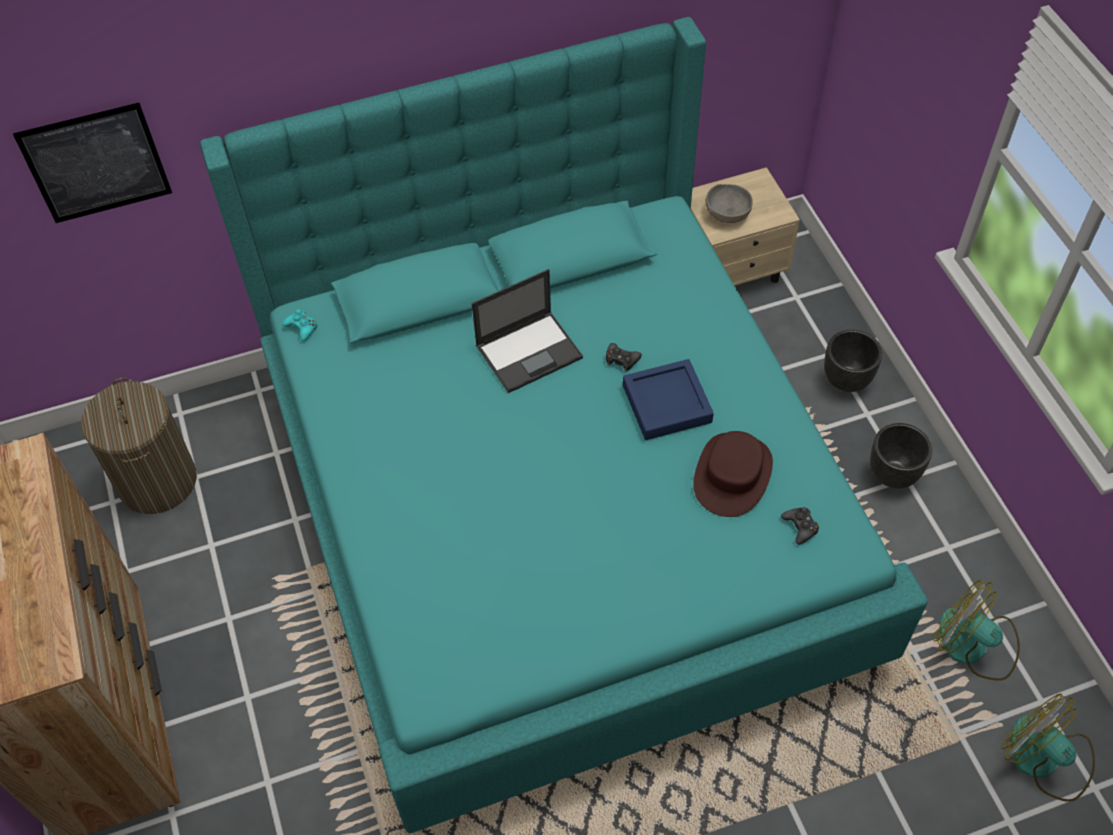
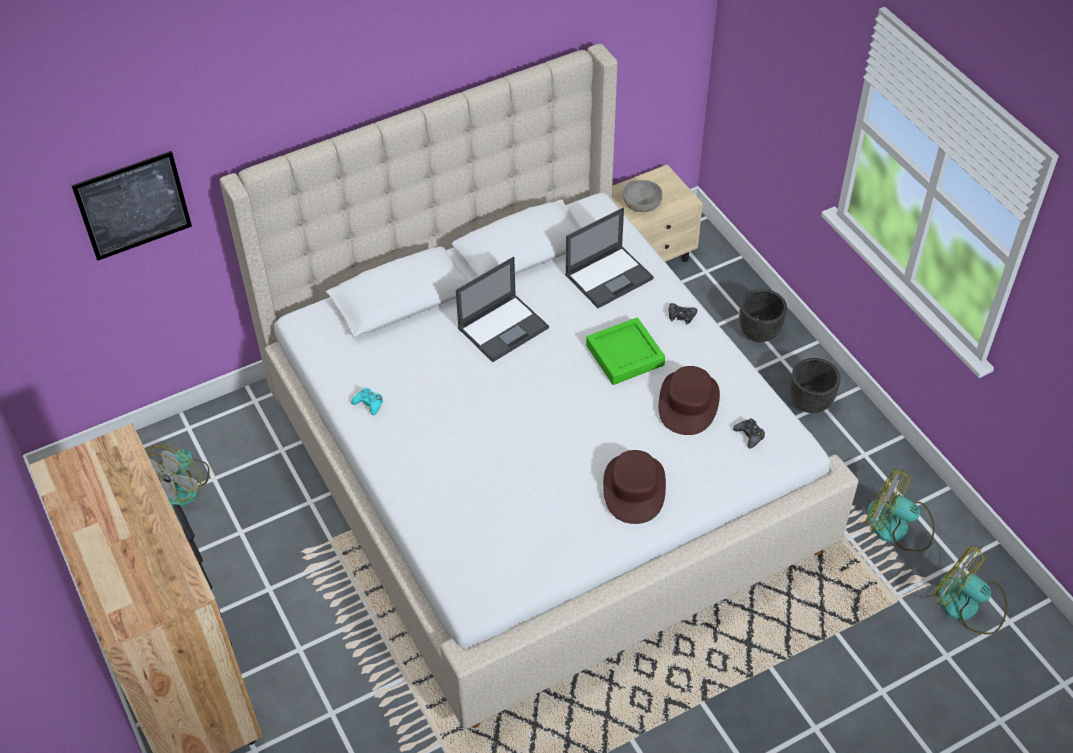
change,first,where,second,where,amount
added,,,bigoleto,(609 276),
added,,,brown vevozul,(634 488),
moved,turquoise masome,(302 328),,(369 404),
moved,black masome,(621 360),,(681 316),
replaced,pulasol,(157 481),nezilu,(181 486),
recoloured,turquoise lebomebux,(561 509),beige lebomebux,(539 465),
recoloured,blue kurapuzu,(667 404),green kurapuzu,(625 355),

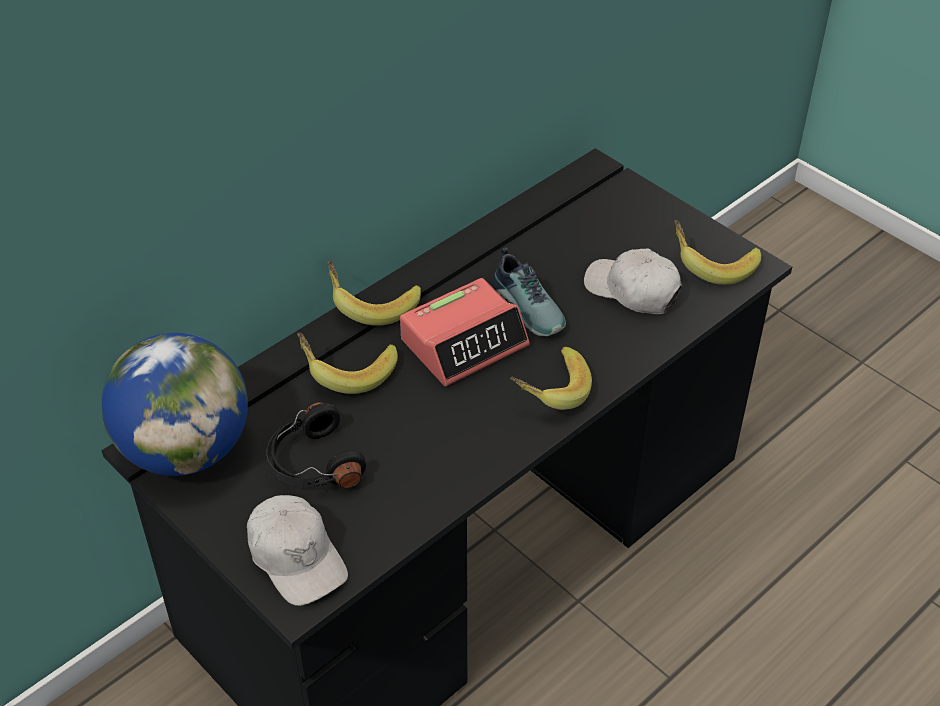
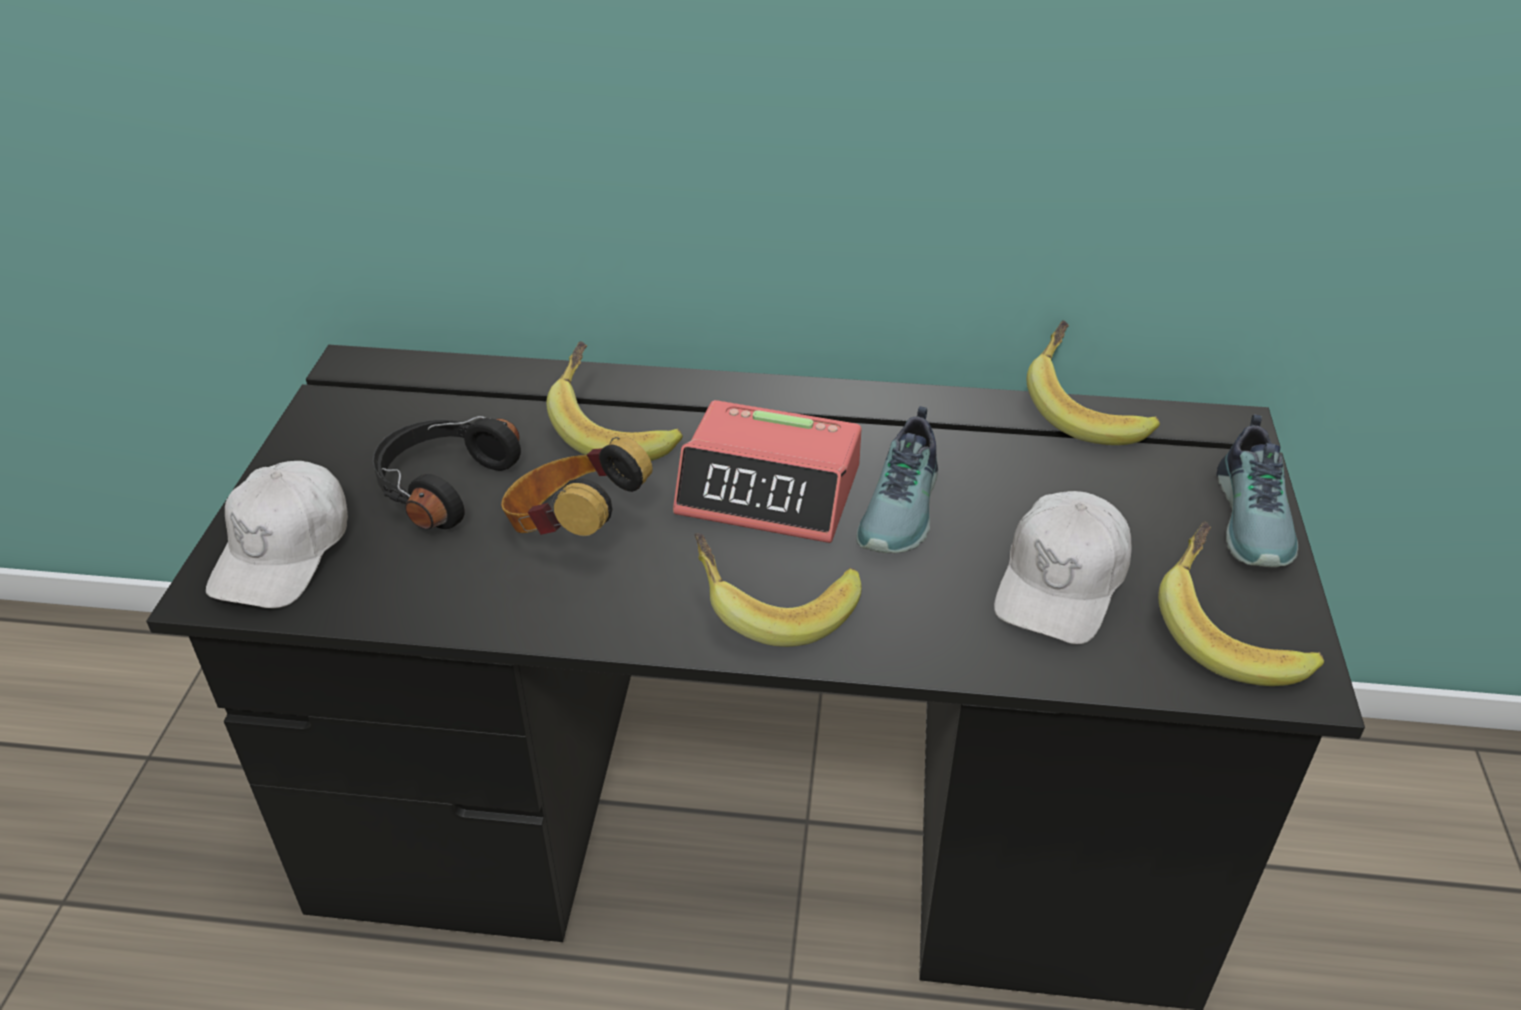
change,first,where,second,where,amount
removed,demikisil,(185 450),,,
added,,,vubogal,(573 529),
added,,,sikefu,(1256 519),
moved,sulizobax,(372 304),,(1086 411),
turned,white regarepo,(632 290),,(1061 583),150 degrees counterclockwise

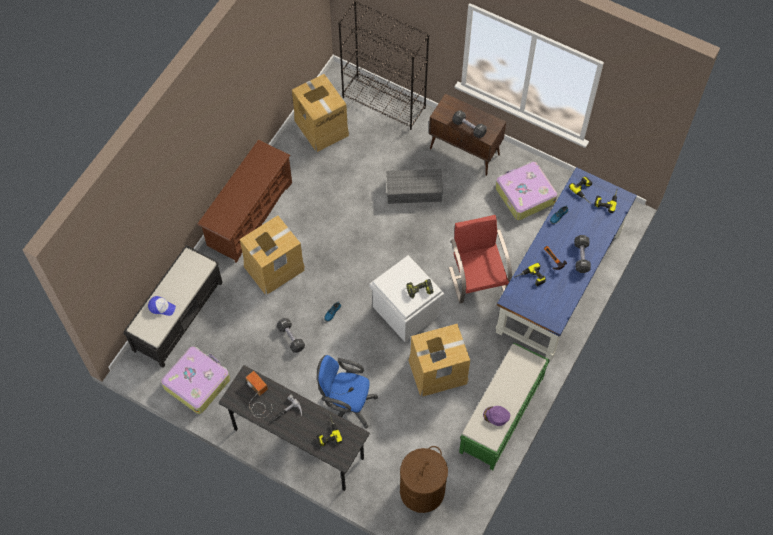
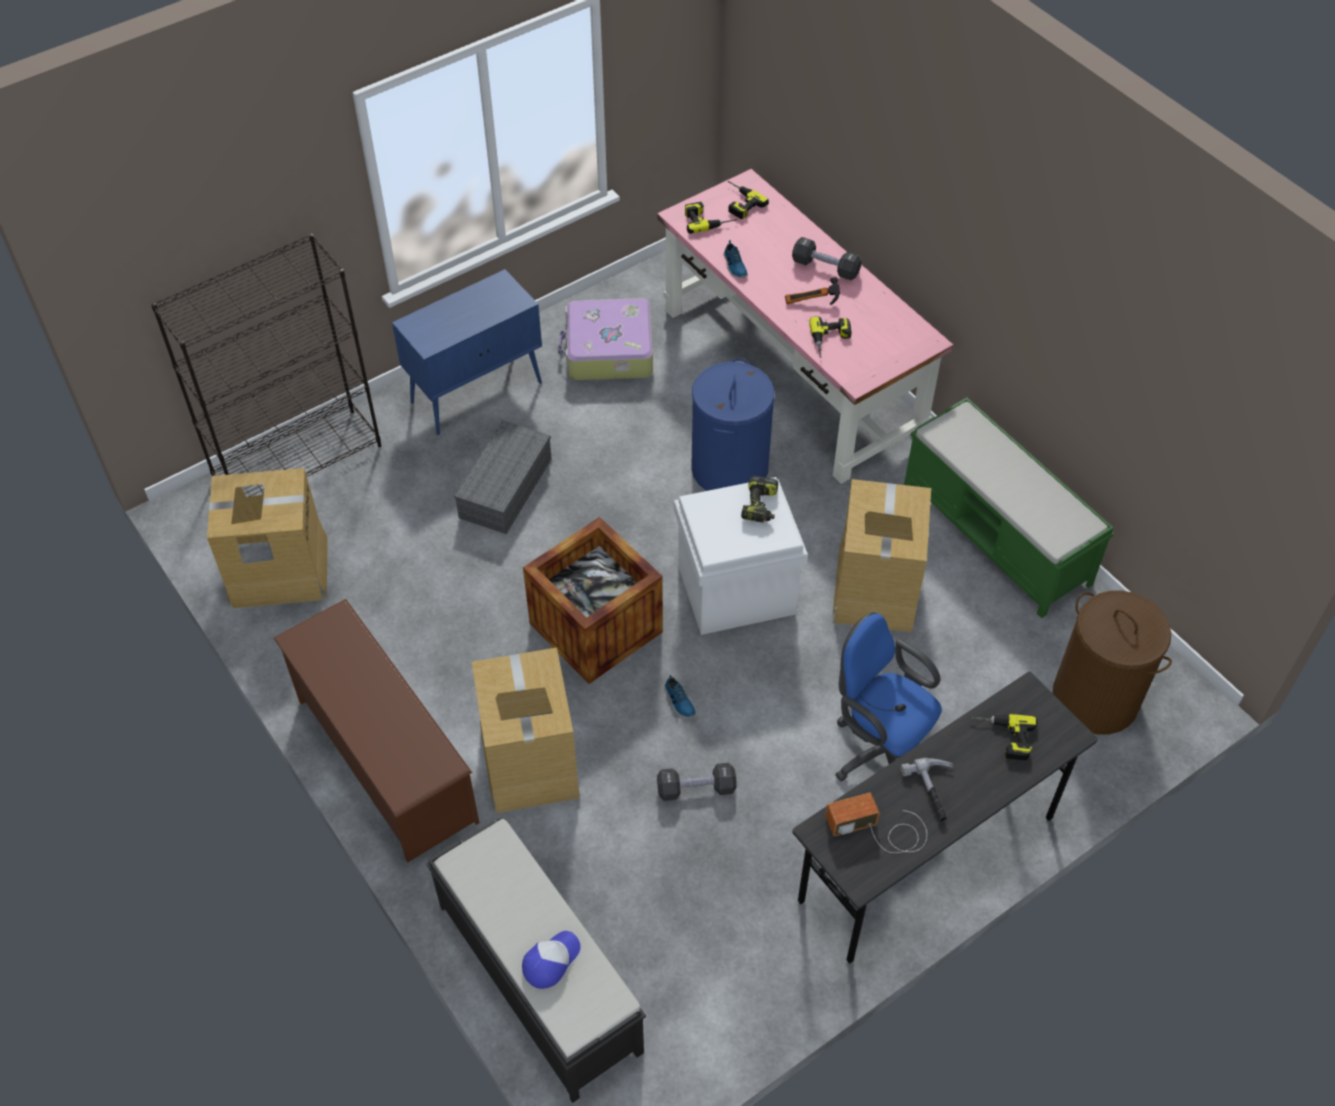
change,first,where,second,where,amount
removed,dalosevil,(197 382),,,
removed,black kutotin,(469 127),,,
removed,purple regarepo,(496 416),,,
added,,,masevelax,(596 627),
replaced,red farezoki,(478 279),blue pulasol,(729 468),
recoloured,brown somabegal,(465 152),blue somabegal,(477 392),
recoloured,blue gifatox,(559 282),pink gifatox,(793 371),
turned,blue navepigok,(346 405),,(879 750),90 degrees clockwise

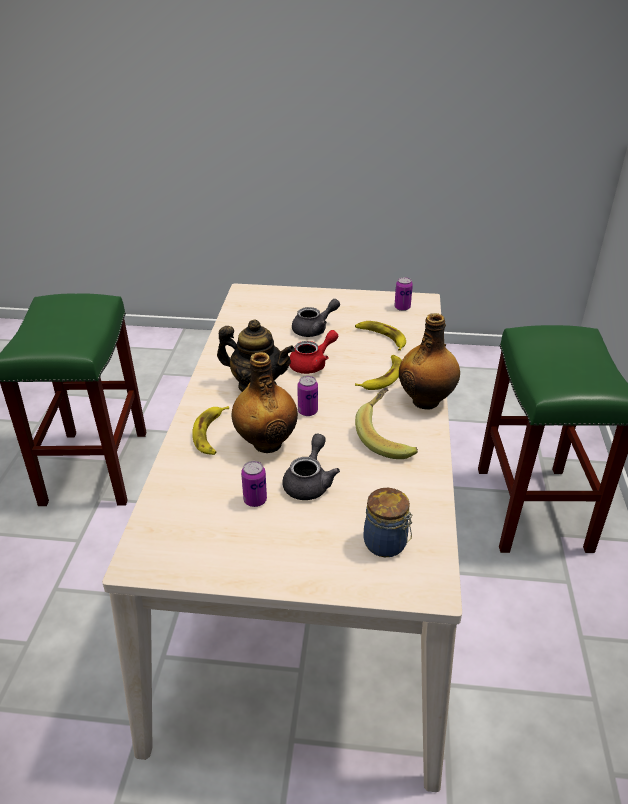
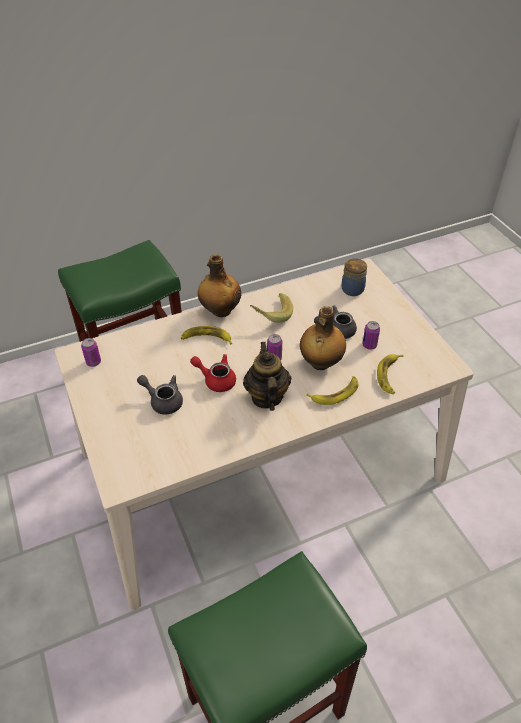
change,first,where,second,where,amount
moved,sulizobax,(381 338),,(389 375),

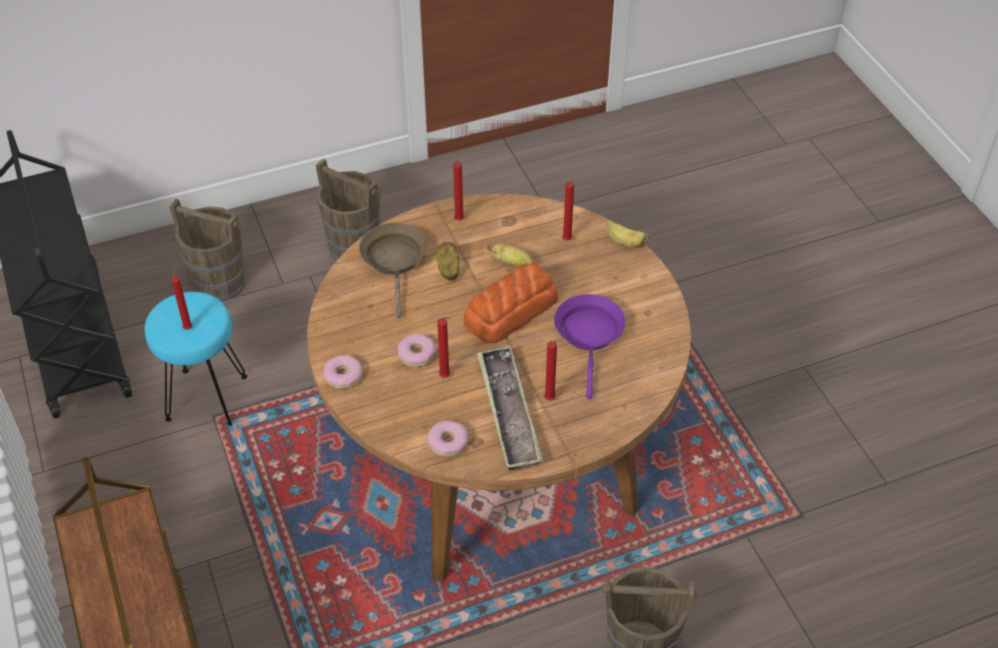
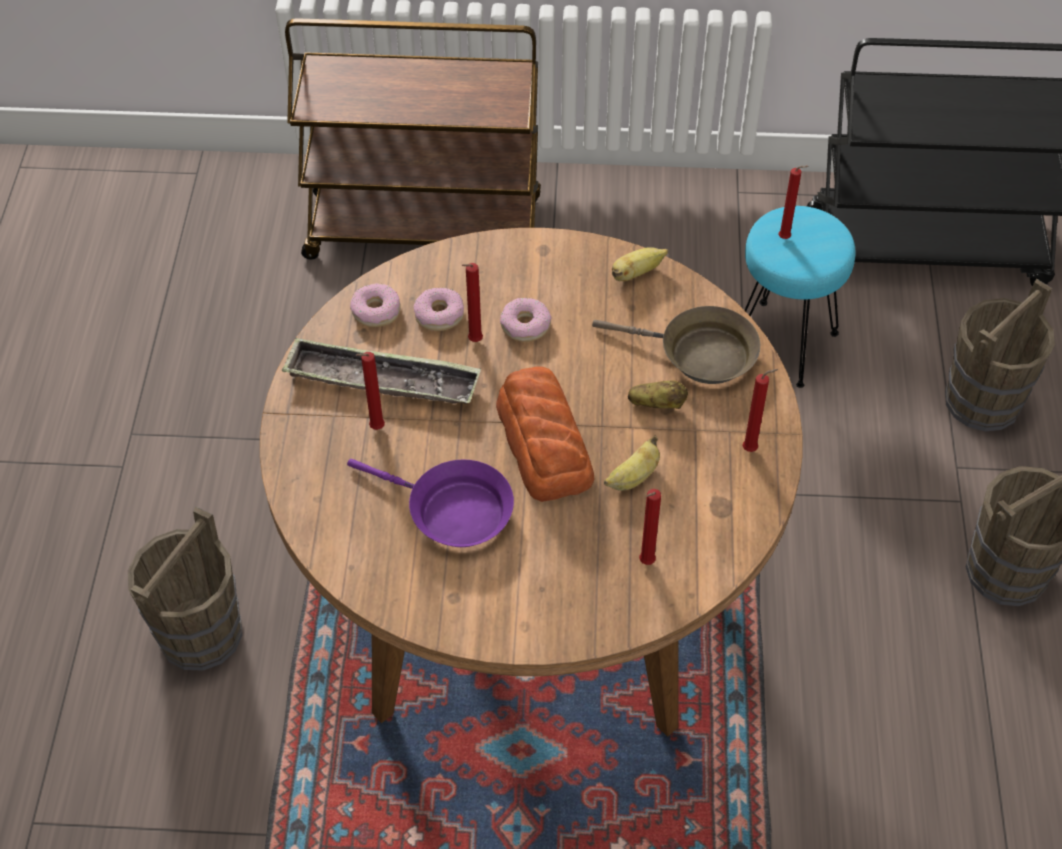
change,first,where,second,where,amount
moved,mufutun,(343 376),,(439 315),
moved,sulizobax,(624 243),,(636 273),

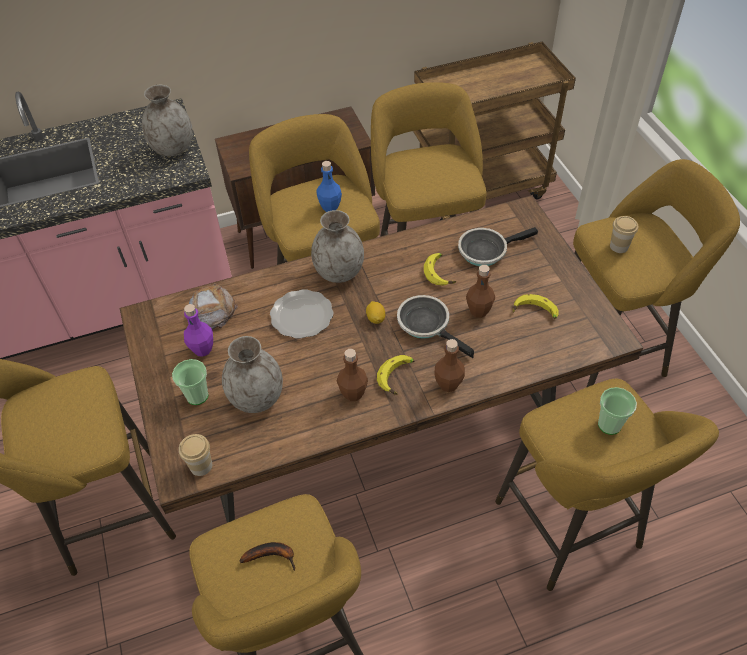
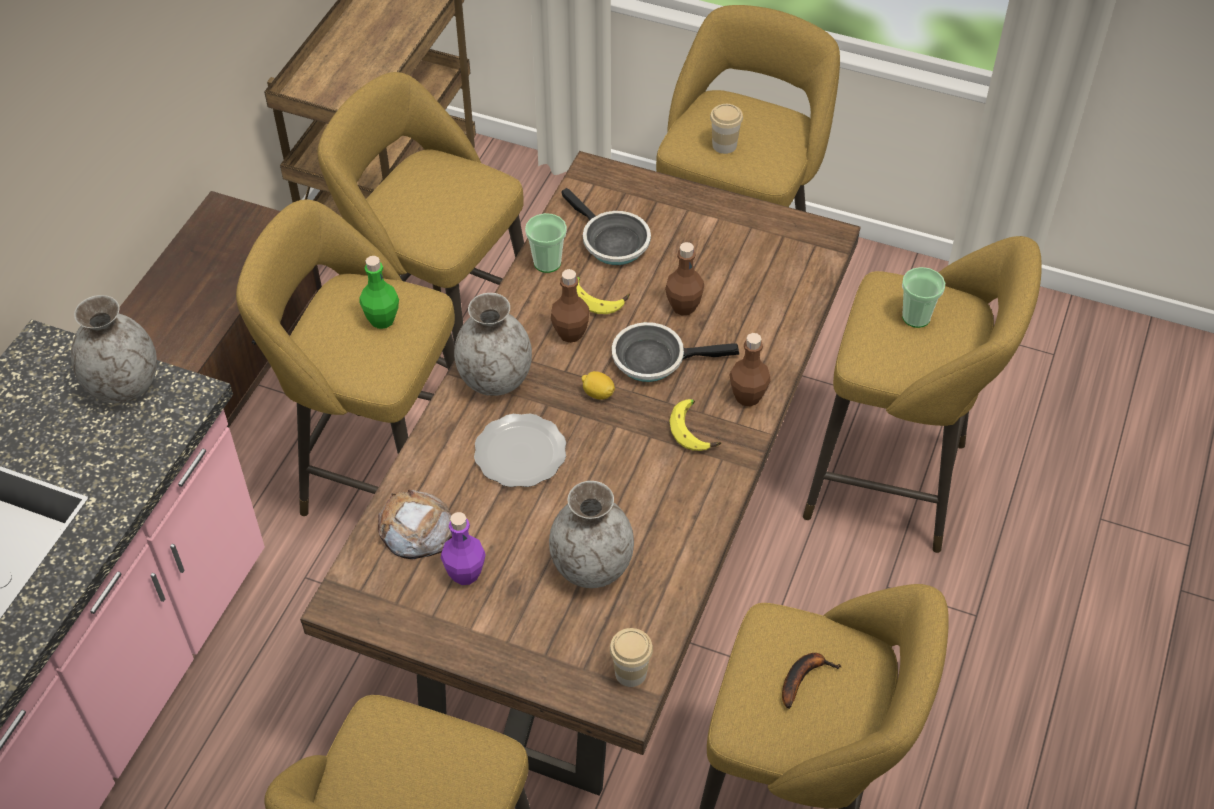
change,first,where,second,where,amount
removed,sulizobax,(534 313),,,
moved,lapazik,(197 396),,(547 263),
moved,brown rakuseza,(353 393),,(570 333),
recoloured,blue rakuseza,(330 207),green rakuseza,(382 320),
turned,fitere,(486 250),,(611 242),60 degrees counterclockwise

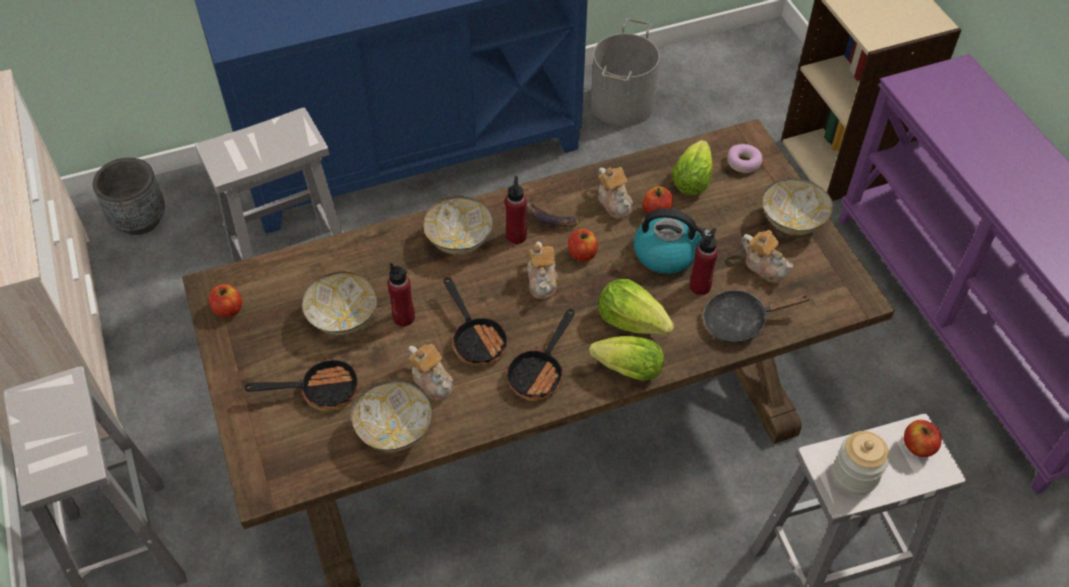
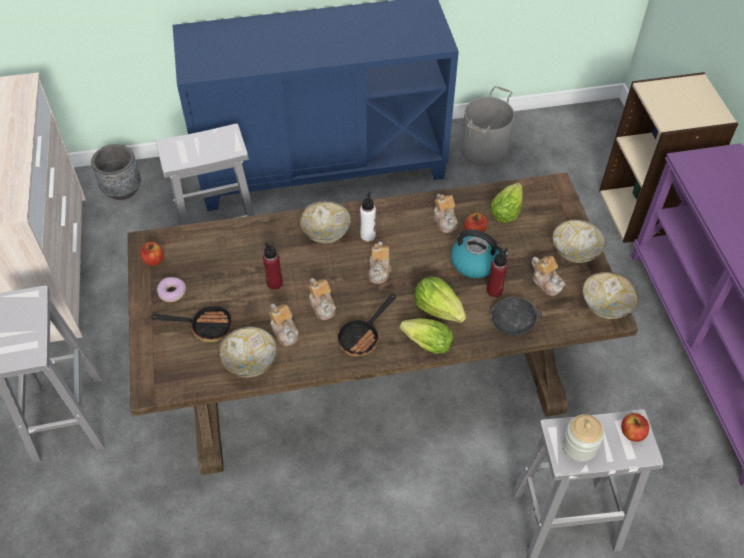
change,first,where,second,where,amount
removed,sulizobax,(549 218),,,
removed,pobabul,(582 254),,,
moved,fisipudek,(344 319),,(606 307),
moved,mufutun,(743 163),,(172 292),
replaced,fitere,(476 339),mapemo,(322 306),
recoloured,red rakuseza,(516 236),white rakuseza,(368 235),

